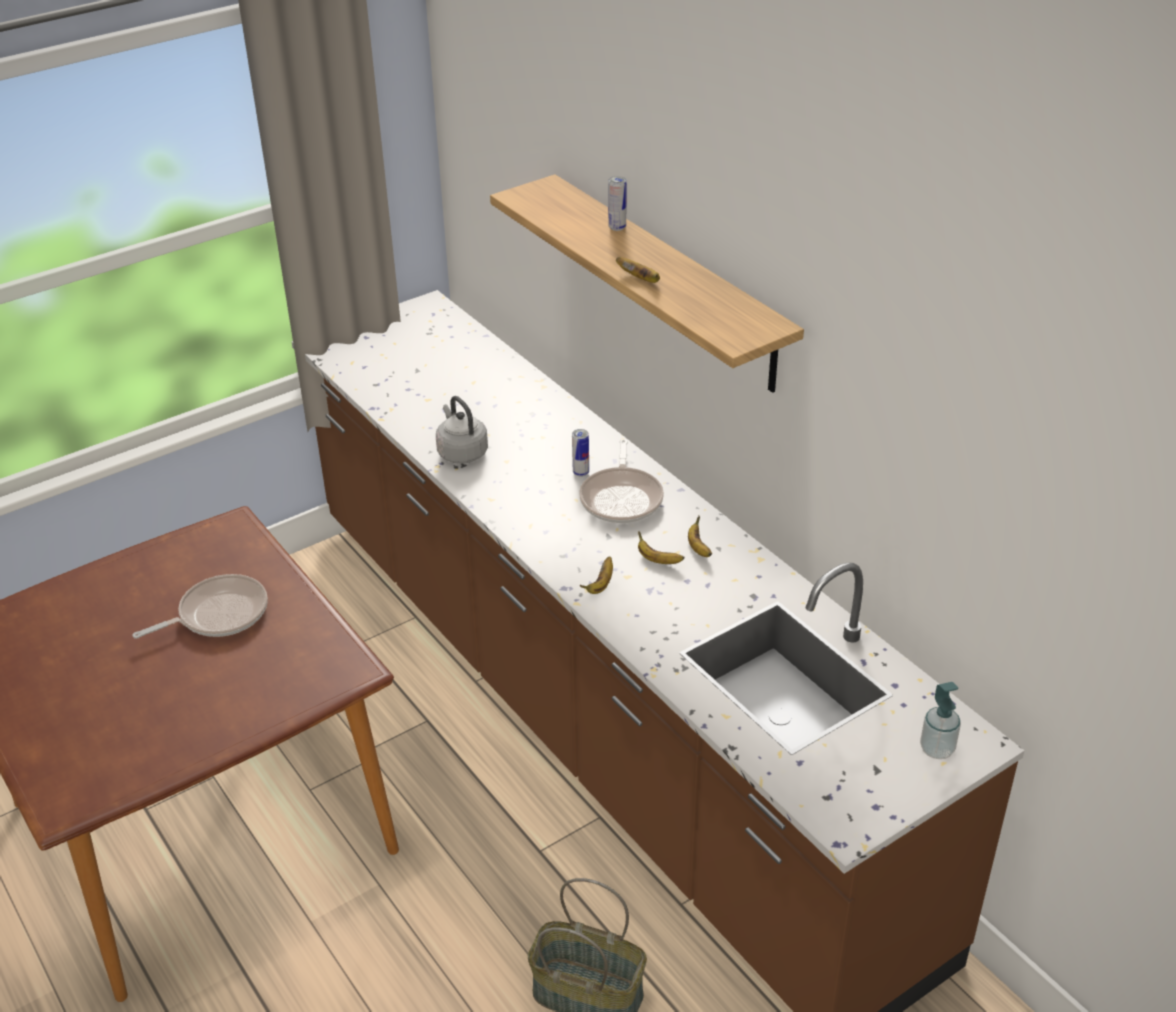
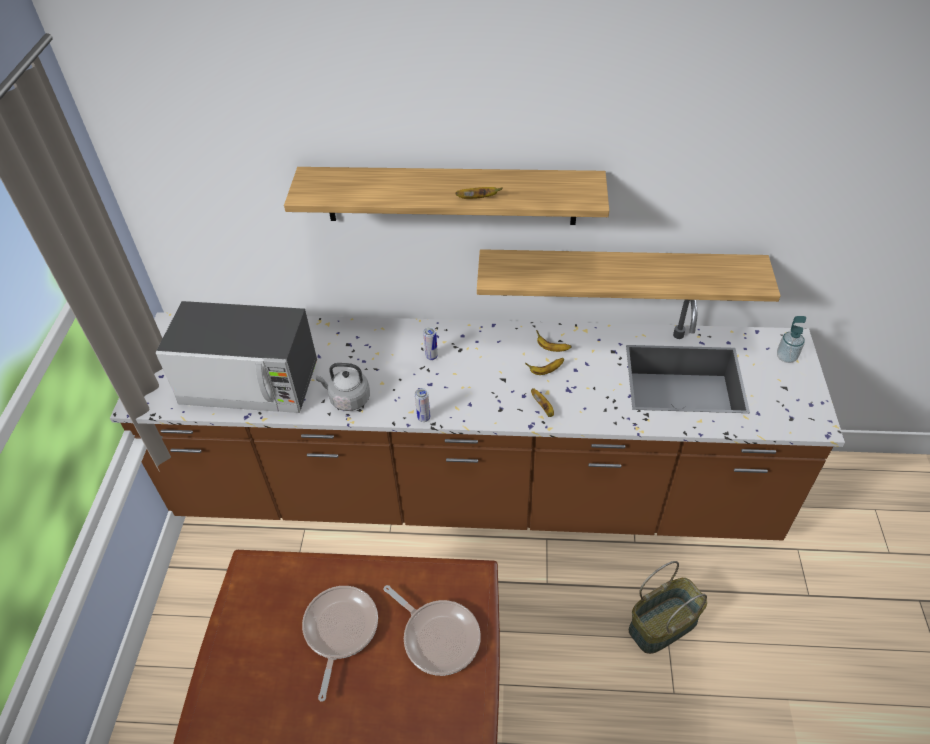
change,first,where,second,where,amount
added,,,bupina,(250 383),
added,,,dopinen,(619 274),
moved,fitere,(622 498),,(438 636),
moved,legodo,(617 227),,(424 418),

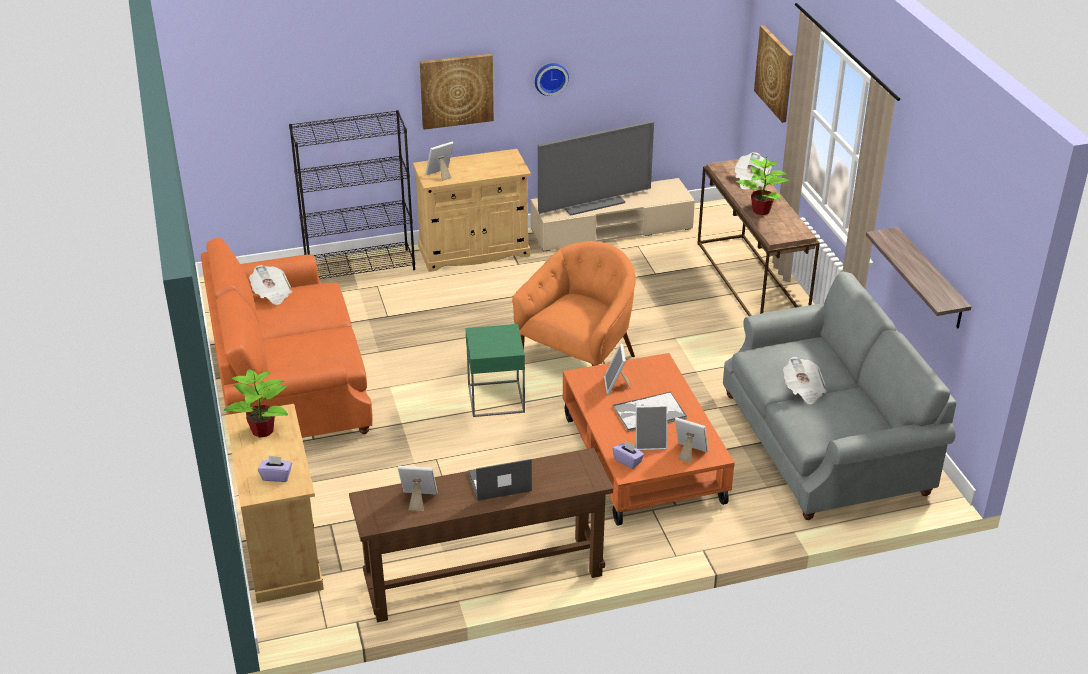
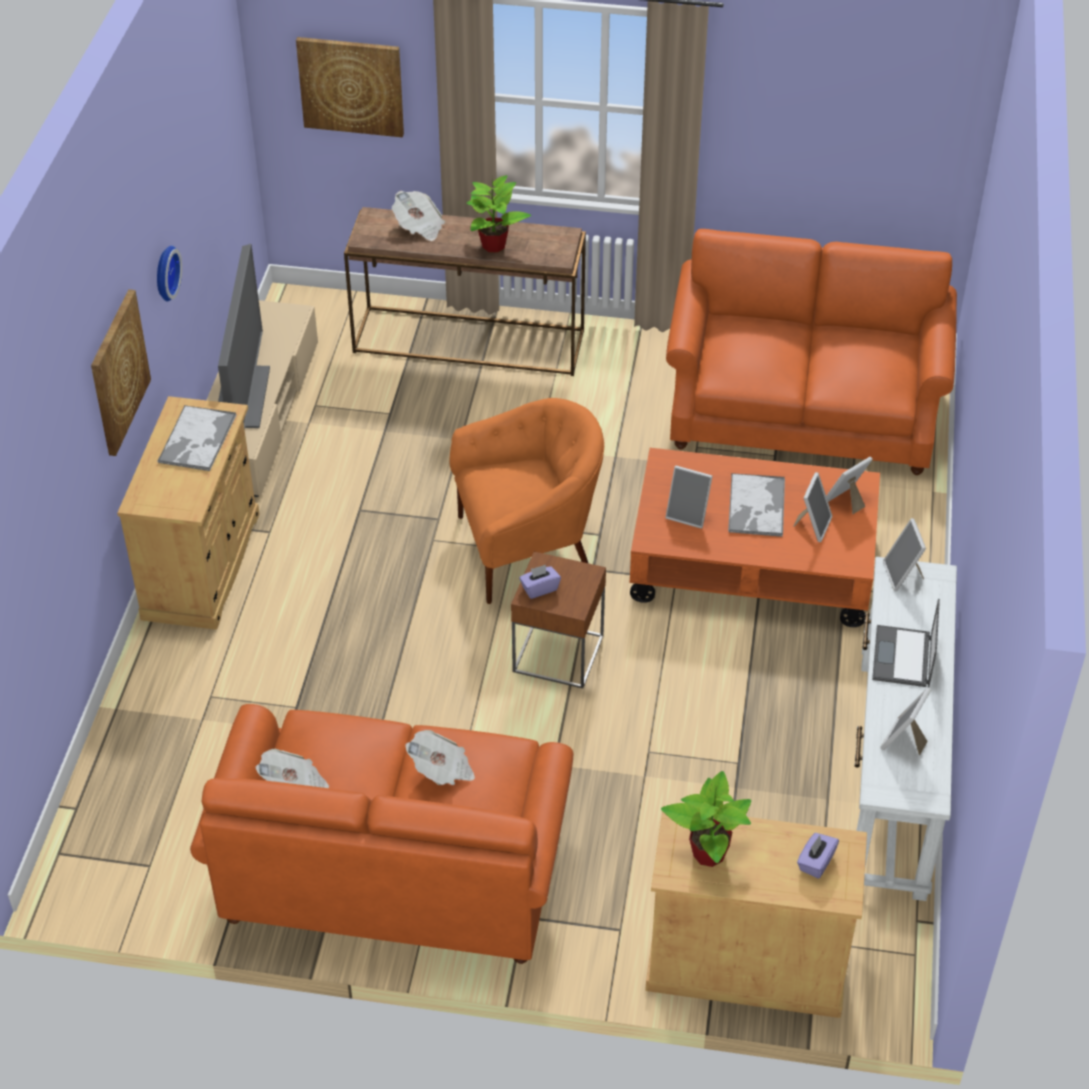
change,first,where,second,where,amount
removed,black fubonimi,(360 266),,,
removed,dopinen,(930 279),,,
added,,,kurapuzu,(197 440),
moved,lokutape,(440 175),,(903 575),
moved,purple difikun,(628 461),,(539 588),
moved,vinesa,(803 390),,(442 770),
recoloured,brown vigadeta,(484 577),white vigadeta,(891 775),
recoloured,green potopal,(496 398),brown potopal,(558 653),
recoloured,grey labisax,(825 443),orange labisax,(804 409),
turned,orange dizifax,(579 360),,(527 548),105 degrees clockwise

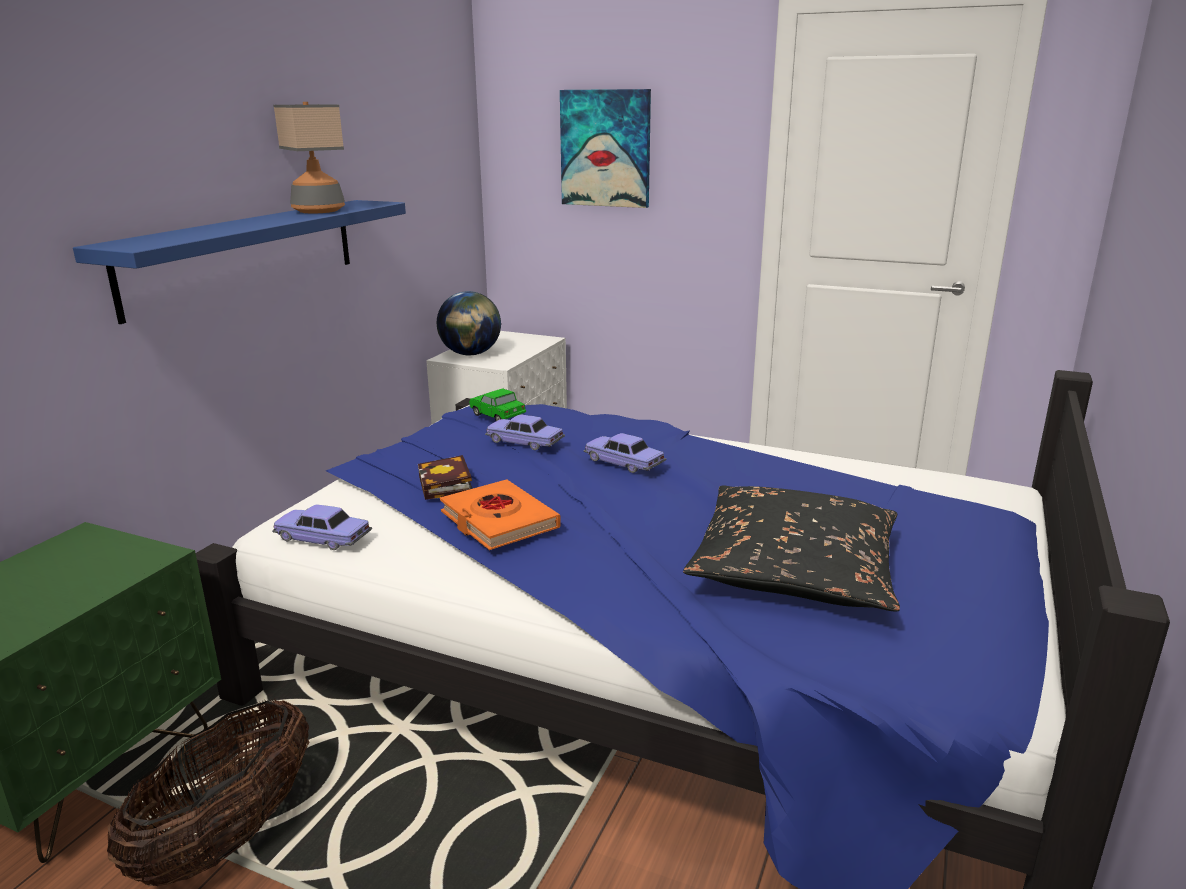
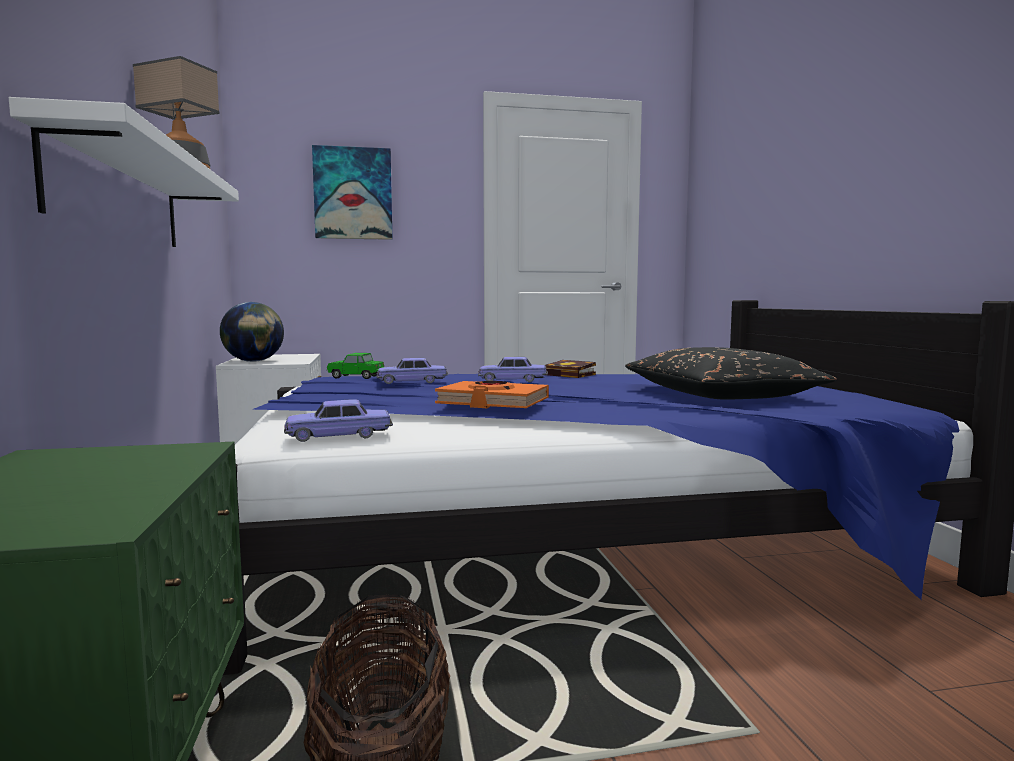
change,first,where,second,where,amount
moved,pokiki,(447 486),,(572 375),
recoloured,blue dopinen,(245 254),white dopinen,(120 195),

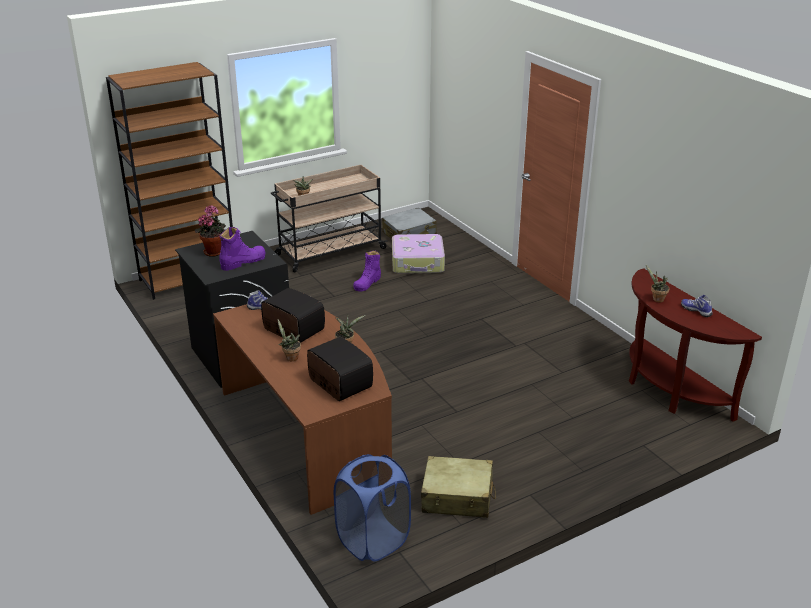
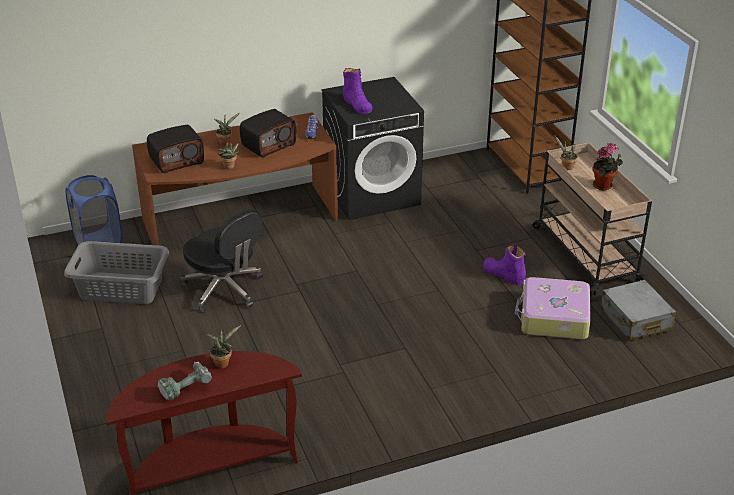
change,first,where,second,where,amount
added,,,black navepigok,(225 289),
moved,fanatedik,(214 251),,(604 186),
replaced,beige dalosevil,(457 497),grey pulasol,(121 288),
replaced,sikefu,(696 310),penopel,(184 387),

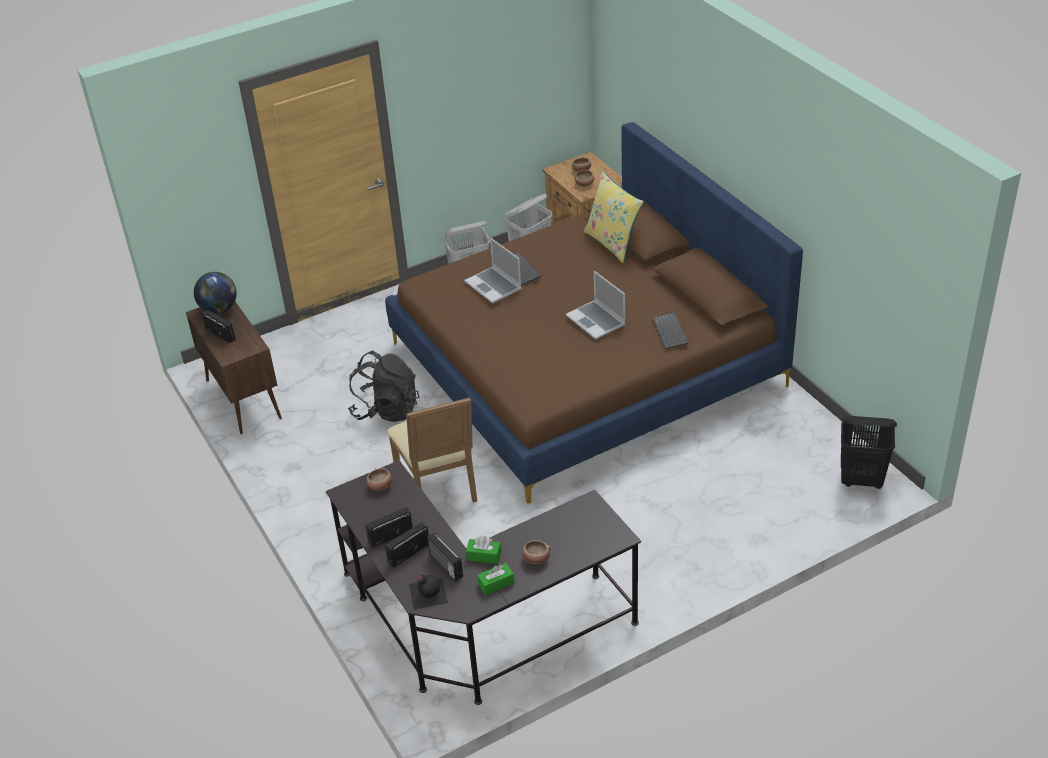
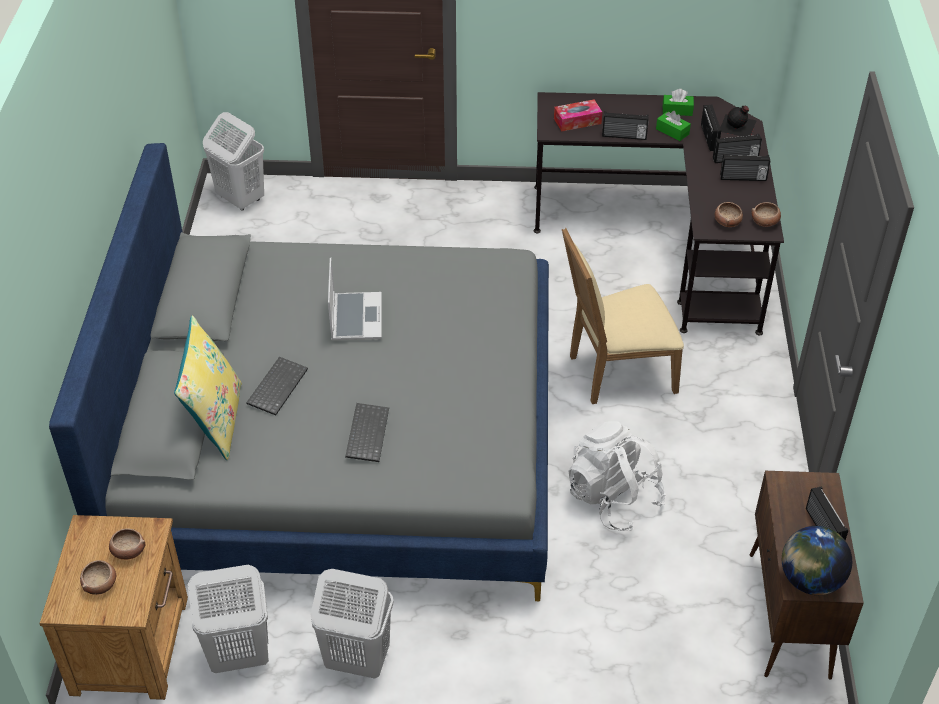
change,first,where,second,where,amount
removed,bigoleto,(494 286),,,
added,,,difikun,(577 121),
added,,,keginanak,(624 136),
moved,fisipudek,(536 559),,(765 222),
moved,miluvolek,(671 332),,(277 386),
recoloured,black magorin,(386 410),white magorin,(613 498),
recoloured,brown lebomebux,(585 364),grey lebomebux,(342 438),
recoloured,black pulasol,(861 480),white pulasol,(240 199),
turned,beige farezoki,(440 488),,(615 372),120 degrees counterclockwise

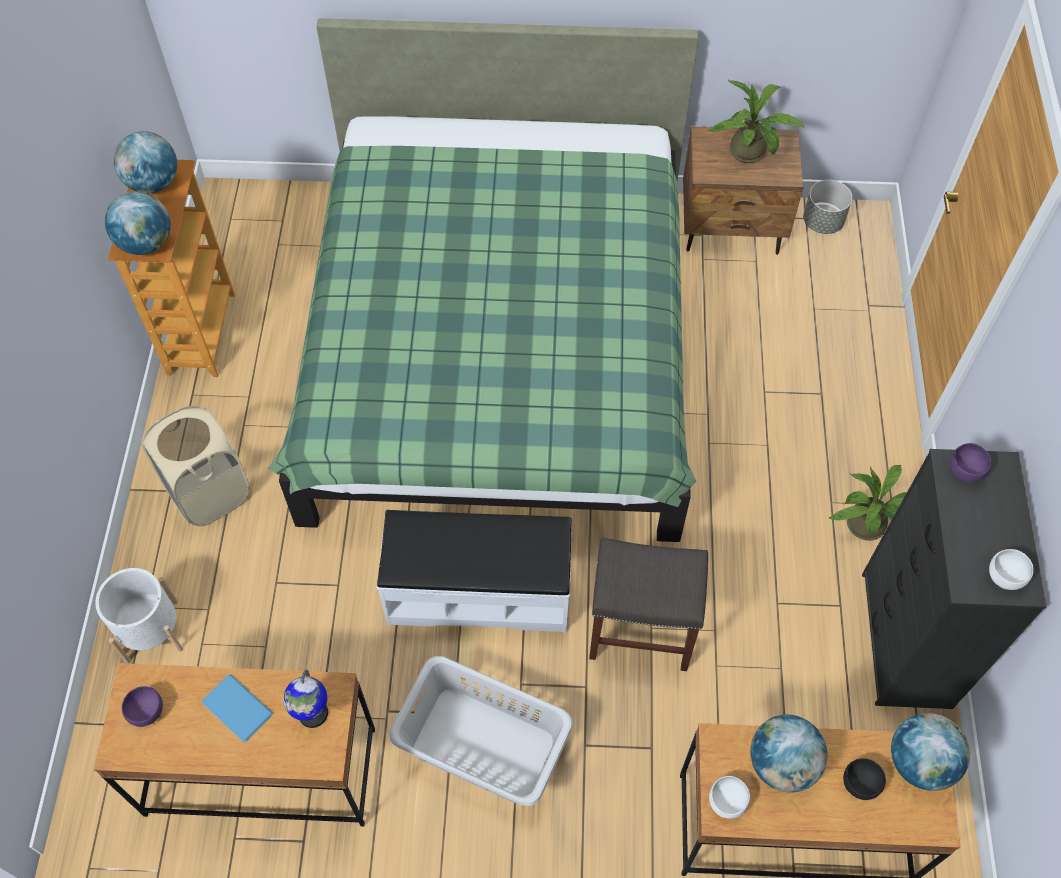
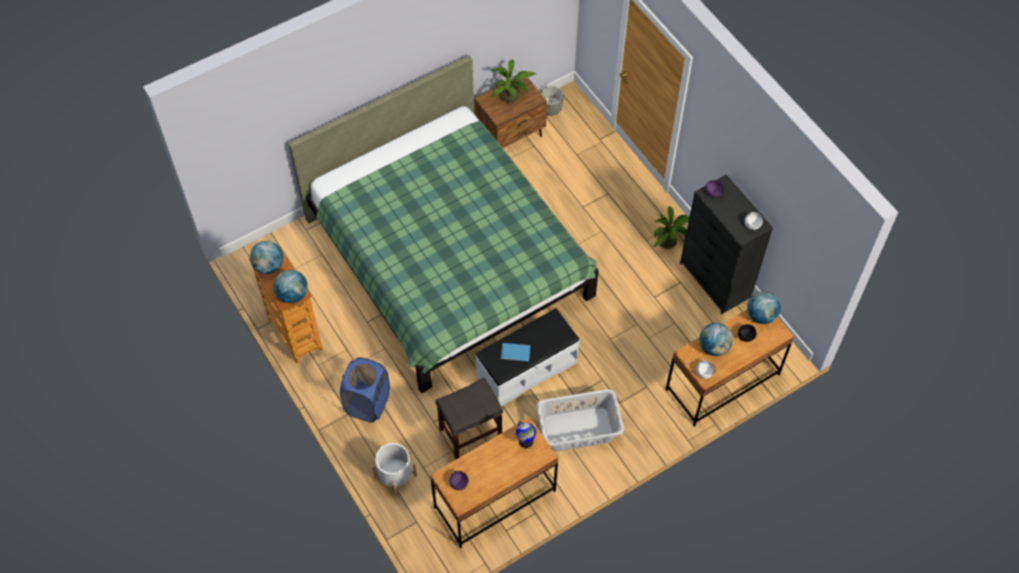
change,first,where,second,where,amount
moved,blue pokiki,(237 711),,(516 353),
moved,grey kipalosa,(642 630),,(471 432),
recoloured,beige pulasol,(209 493),blue pulasol,(367 403),

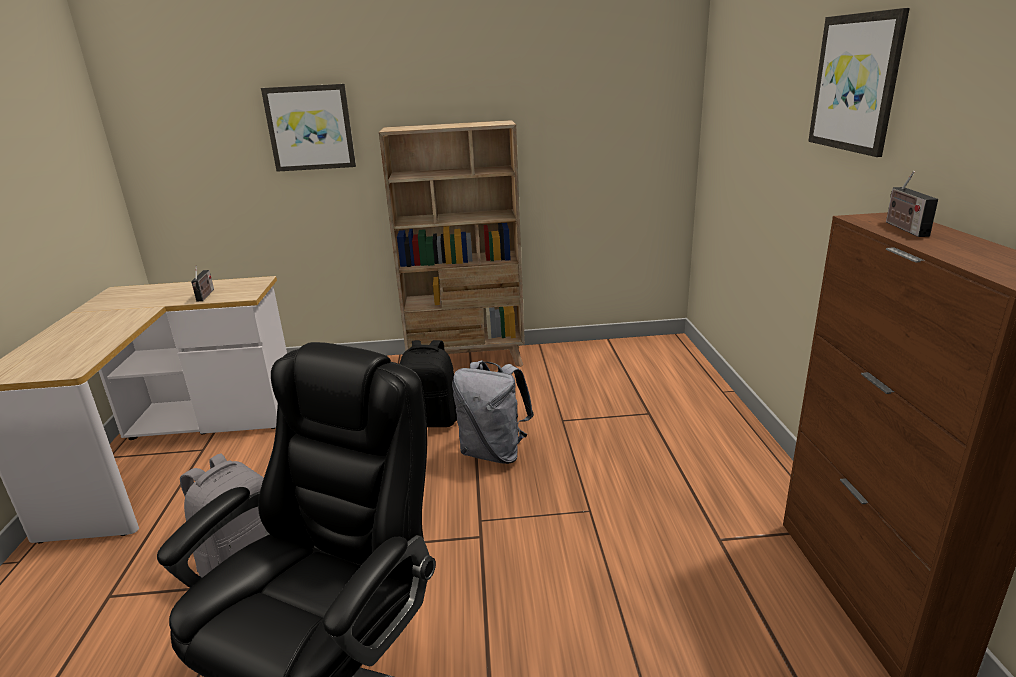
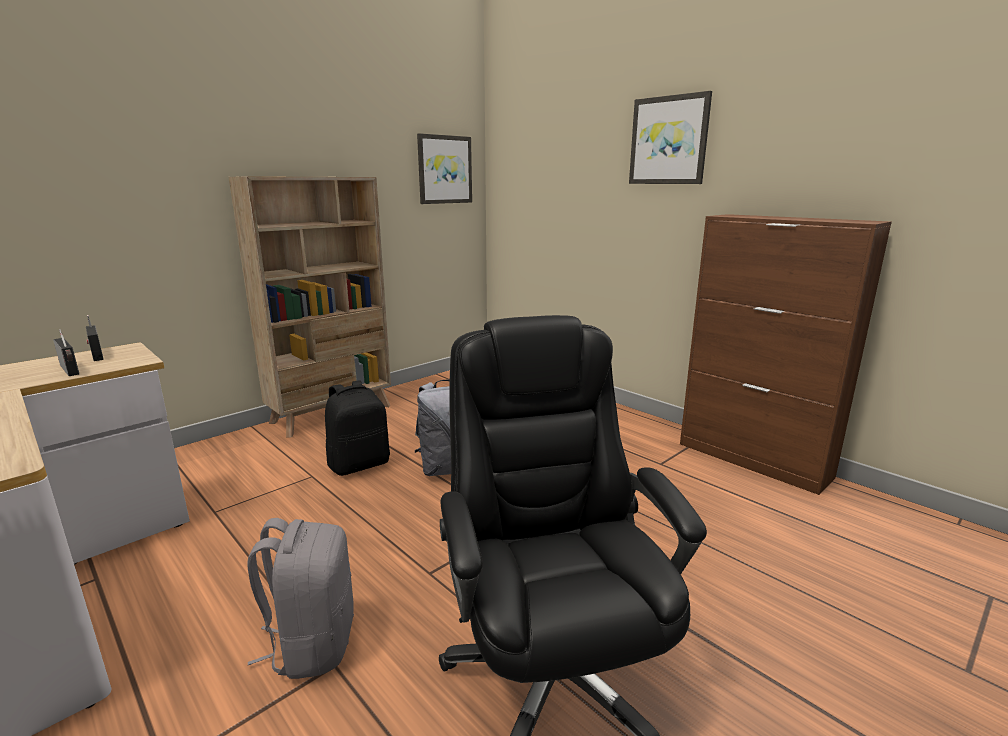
change,first,where,second,where,amount
moved,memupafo,(310 128),,(444 169),
moved,keginanak,(904 228),,(96 354),

